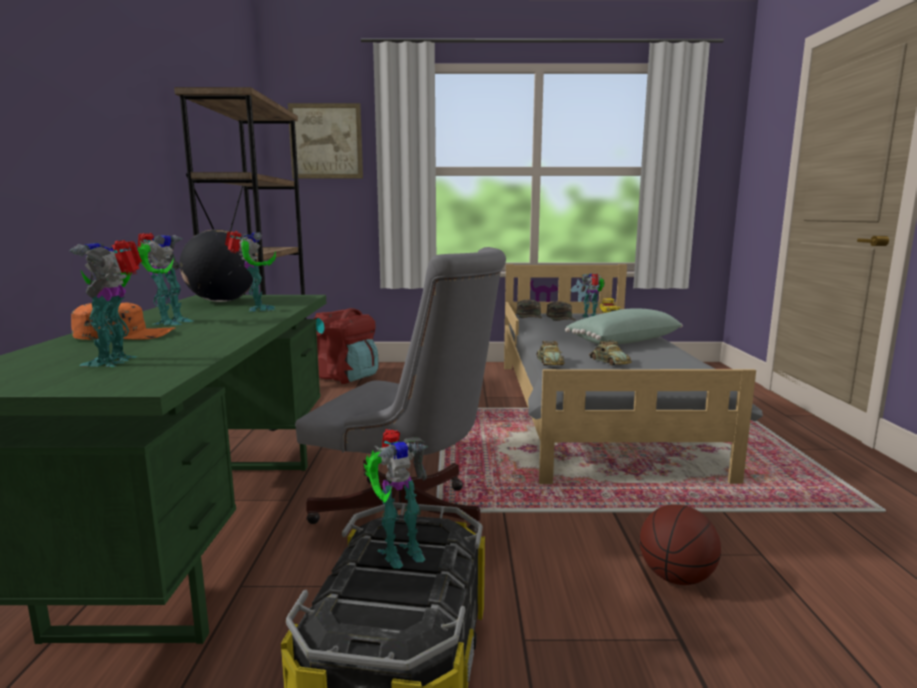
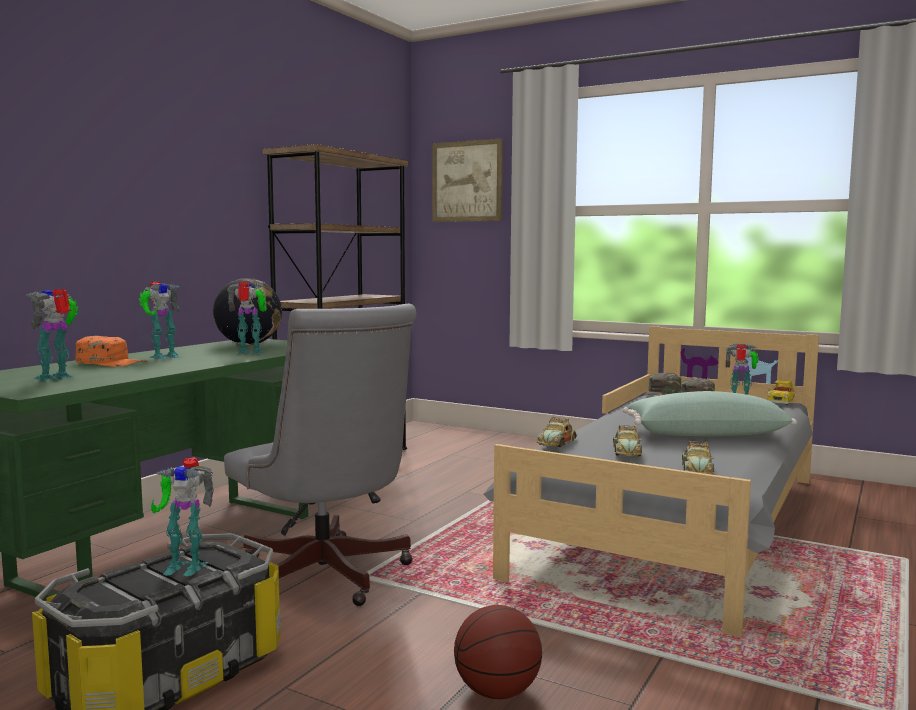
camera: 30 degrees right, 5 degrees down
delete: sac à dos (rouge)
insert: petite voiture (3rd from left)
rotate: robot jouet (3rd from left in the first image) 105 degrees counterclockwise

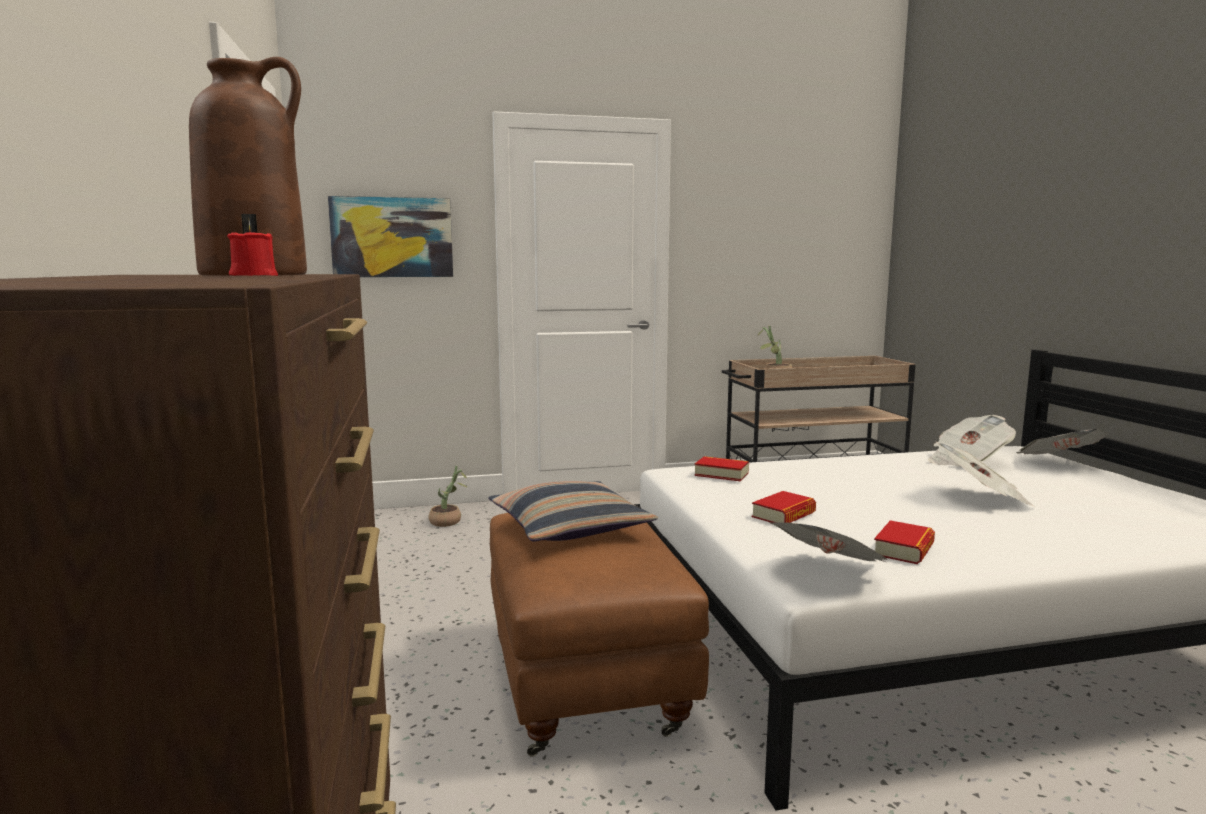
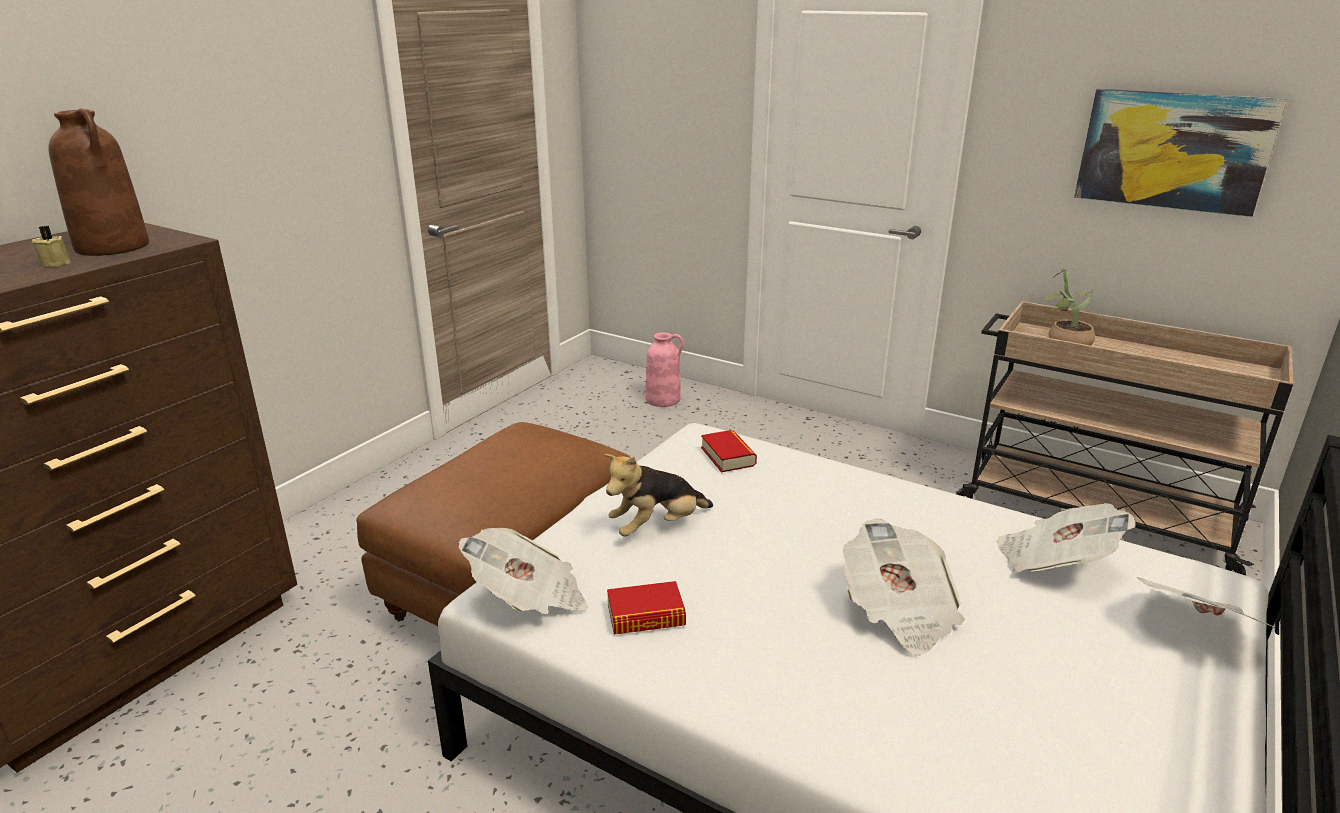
camera: 45 degrees right, 15 degrees up
delete: coussin
move: tableau
replace: plante en pot (1st from left) to vase (rose); livre (2nd from left) to peluche
recolor: bougie (rouge) to bougie (beige)

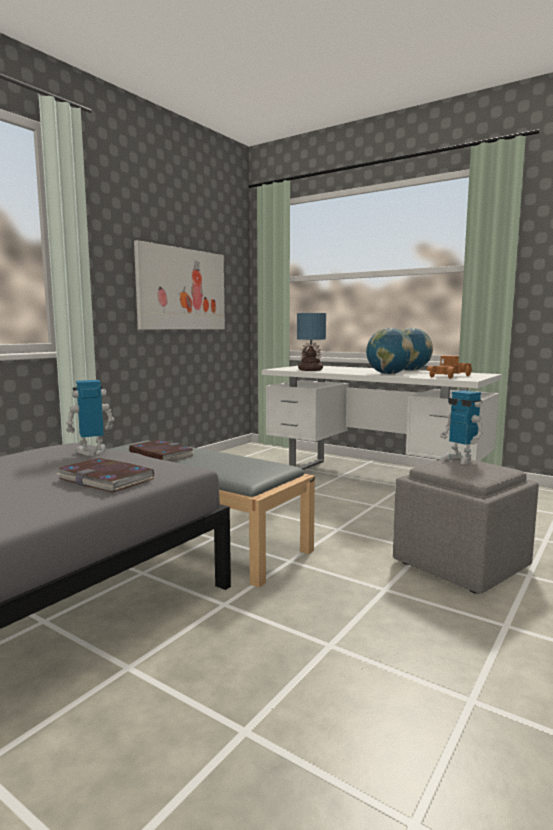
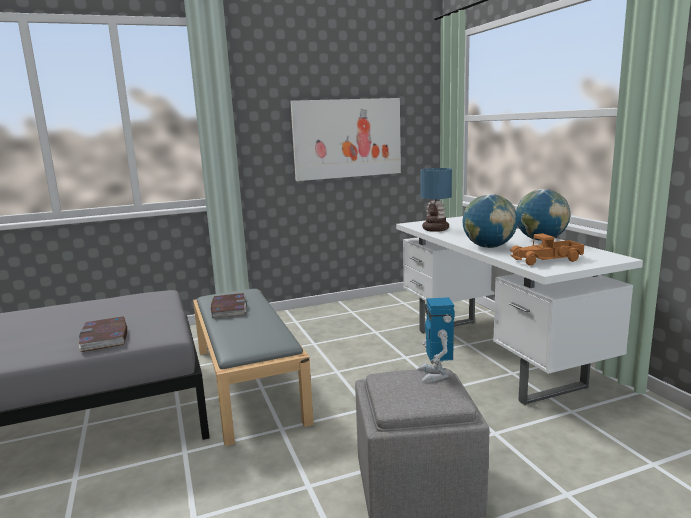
camera: 35 degrees right, 5 degrees up
delete: robot jouet (1st from left)

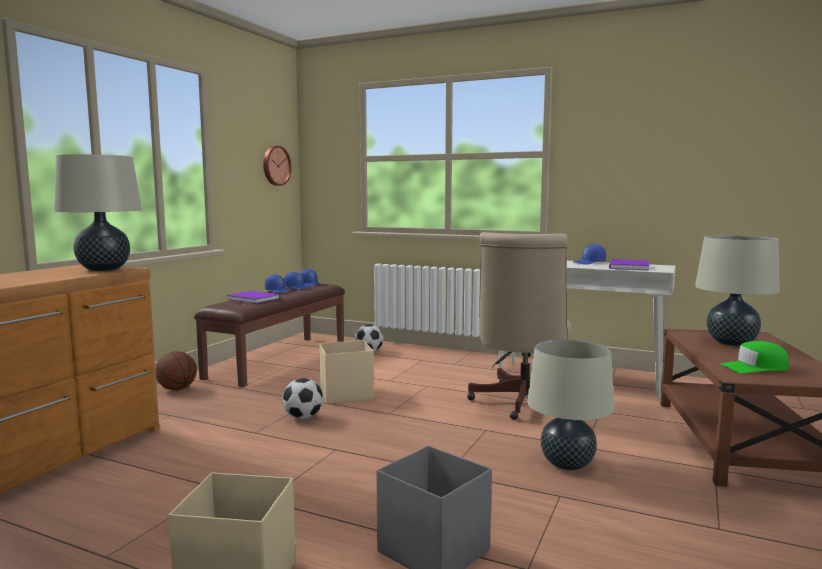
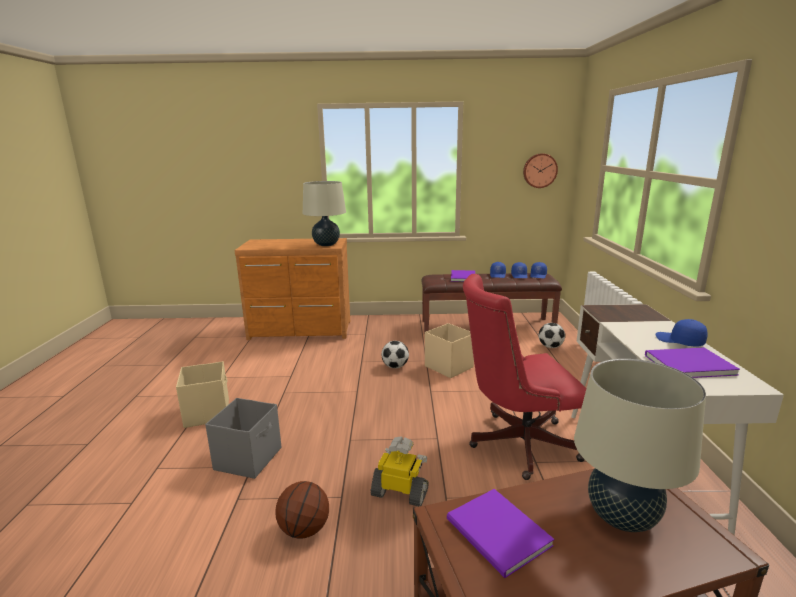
camera: 65 degrees right, 10 degrees up
move: ballon de basket
replace: lampe de table (beige) (2nd from left) to robot jouet; casquette (vert) to livre (violet) (2nd from left)
recolor: chaise de bureau (beige) to chaise de bureau (rouge)

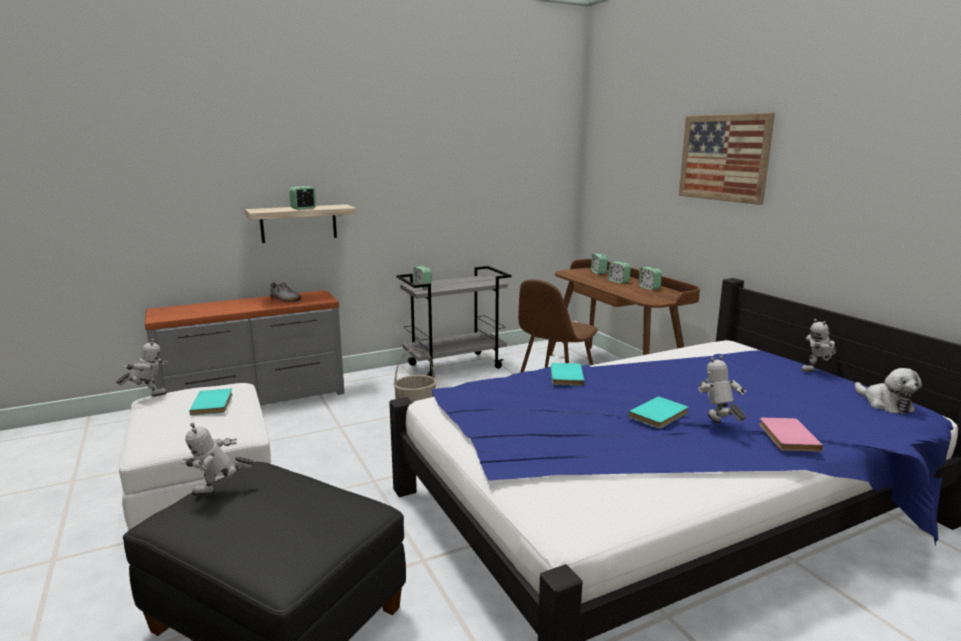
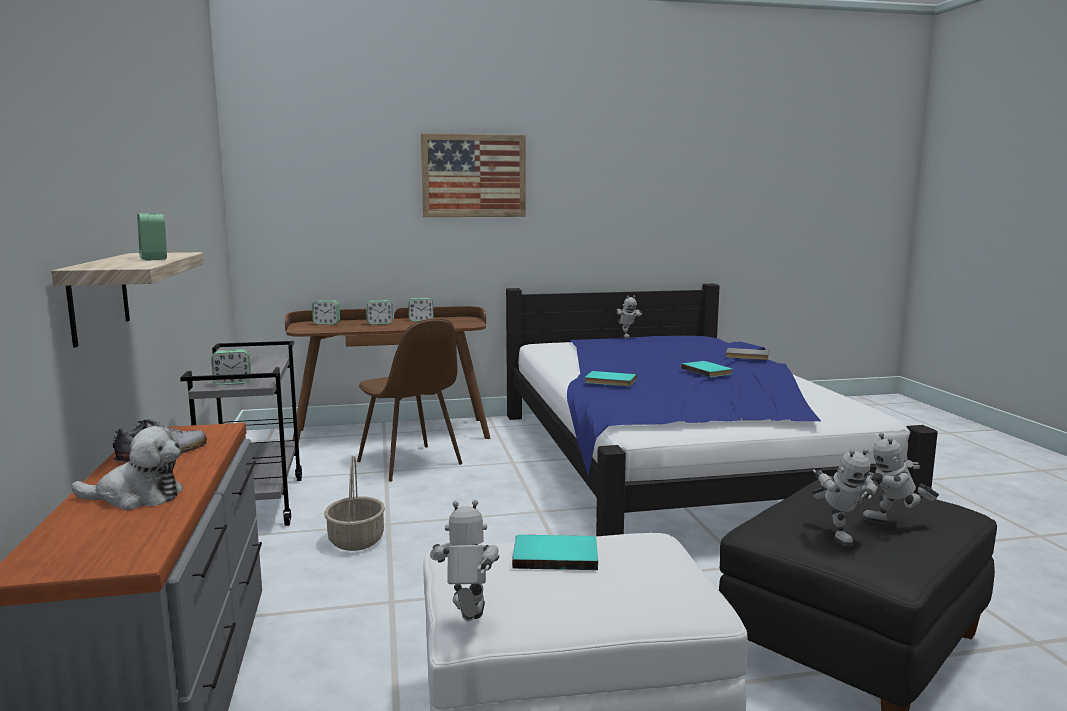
camera: 75 degrees left, 5 degrees down
move: robot jouet (3rd from left in the first image) to robot jouet (4th from left); peluche
recolor: livre (rose) to livre (gris)

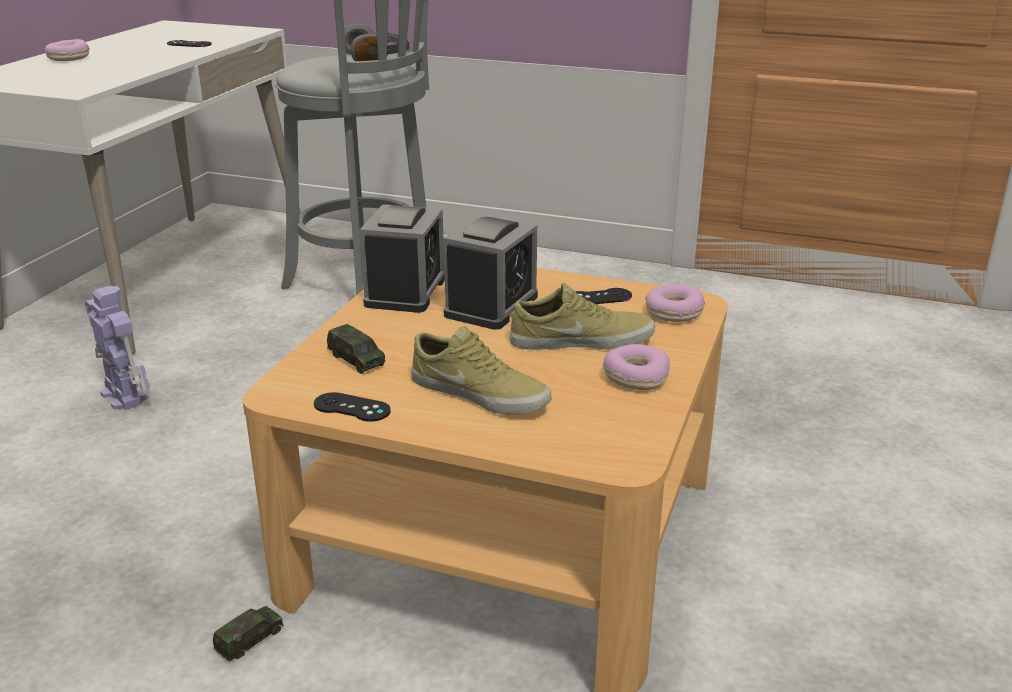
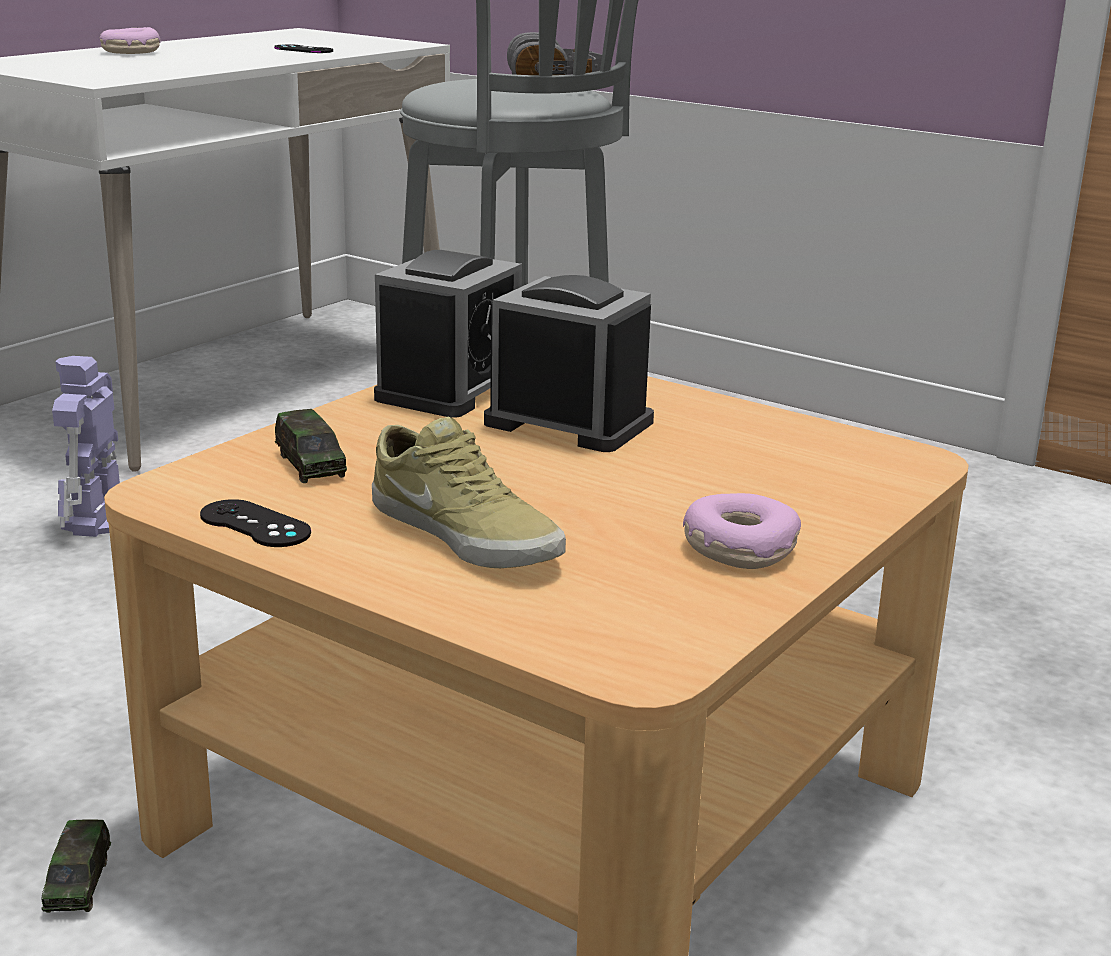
camera: 15 degrees right, 5 degrees down
delete: chaussure (beige) (2nd from left); beignet (3rd from left); manette (noir) (3rd from left)
rotate: réveil (2nd from left) 105 degrees counterclockwise; robot jouet 150 degrees counterclockwise; petite voiture (1st from left) 120 degrees clockwise

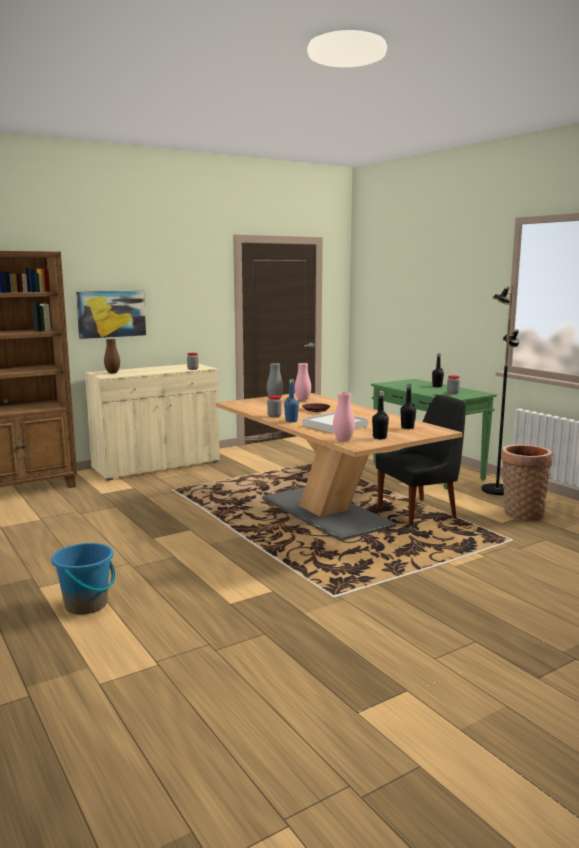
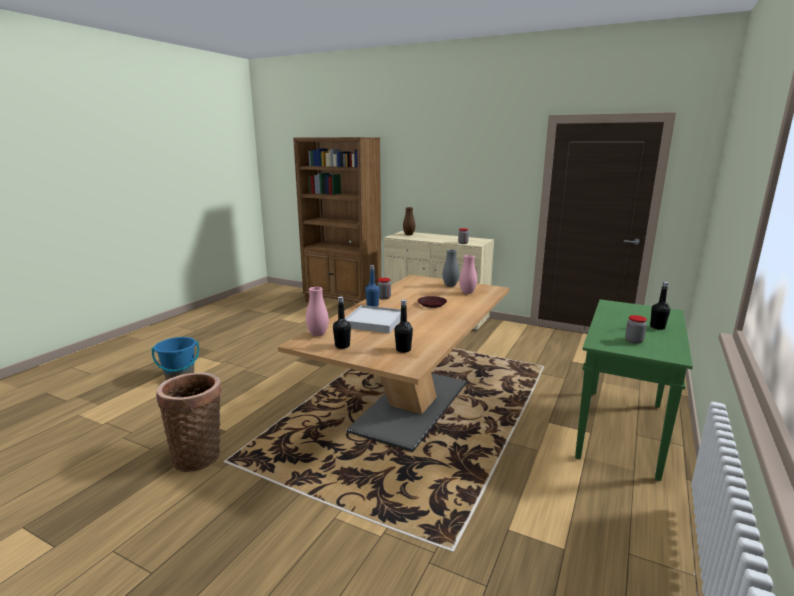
camera: 60 degrees right, 5 degrees up
delete: lampadaire (noir); tableau; chaise (noir)
move: panier

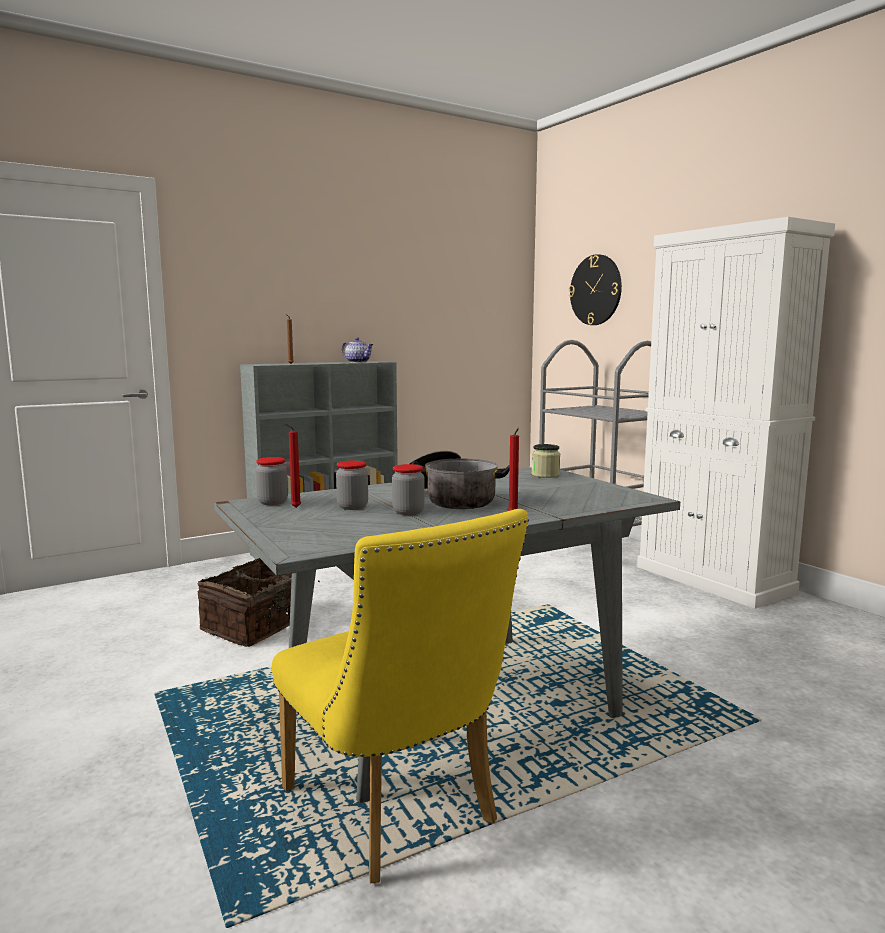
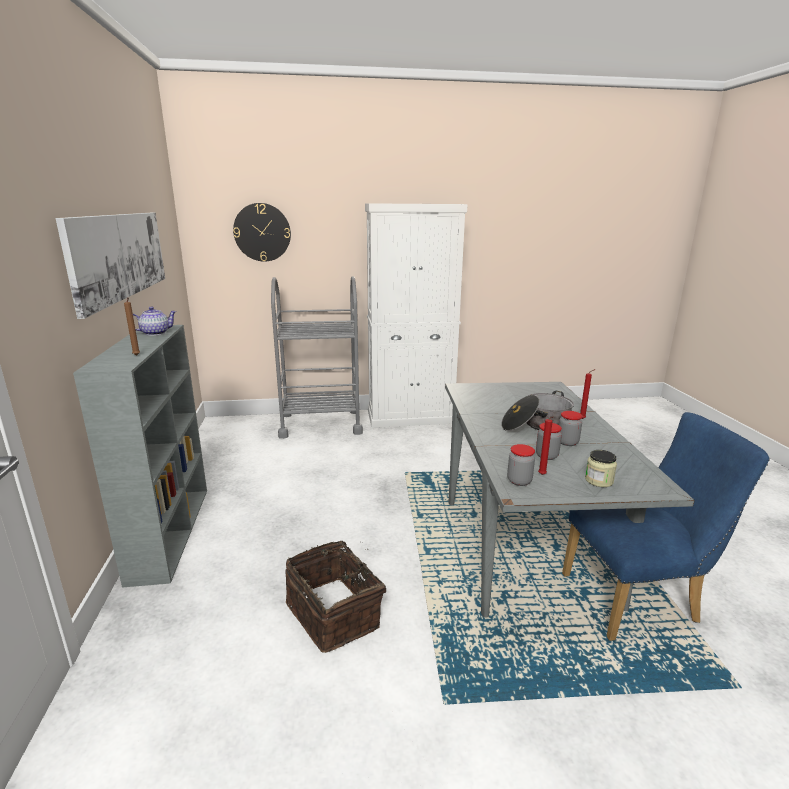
camera: 65 degrees left, 10 degrees up
insert: tableau
move: bocal (4th from left)
recolor: chaise (jaune) to chaise (bleu)

